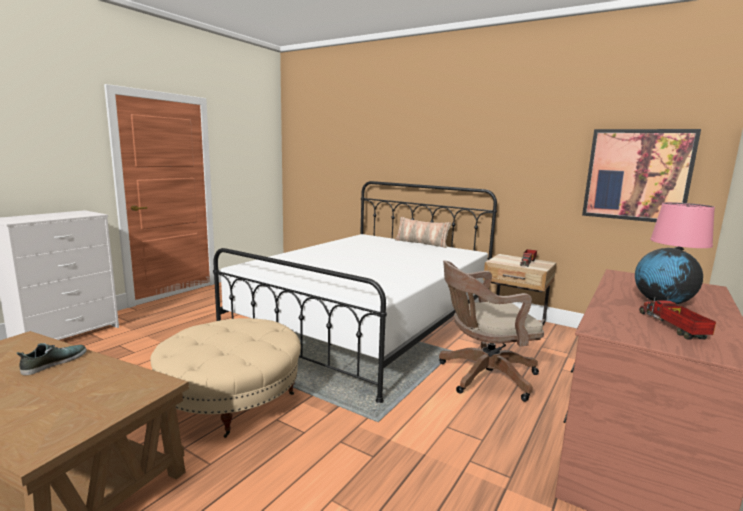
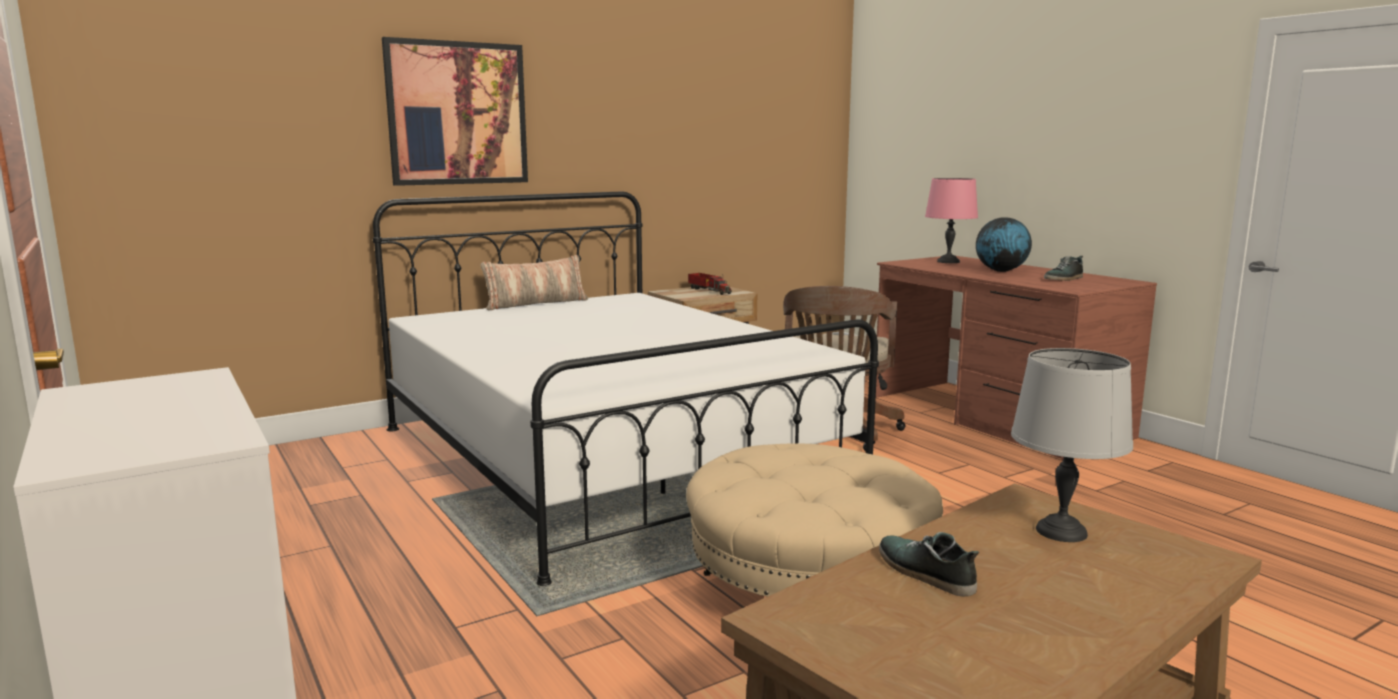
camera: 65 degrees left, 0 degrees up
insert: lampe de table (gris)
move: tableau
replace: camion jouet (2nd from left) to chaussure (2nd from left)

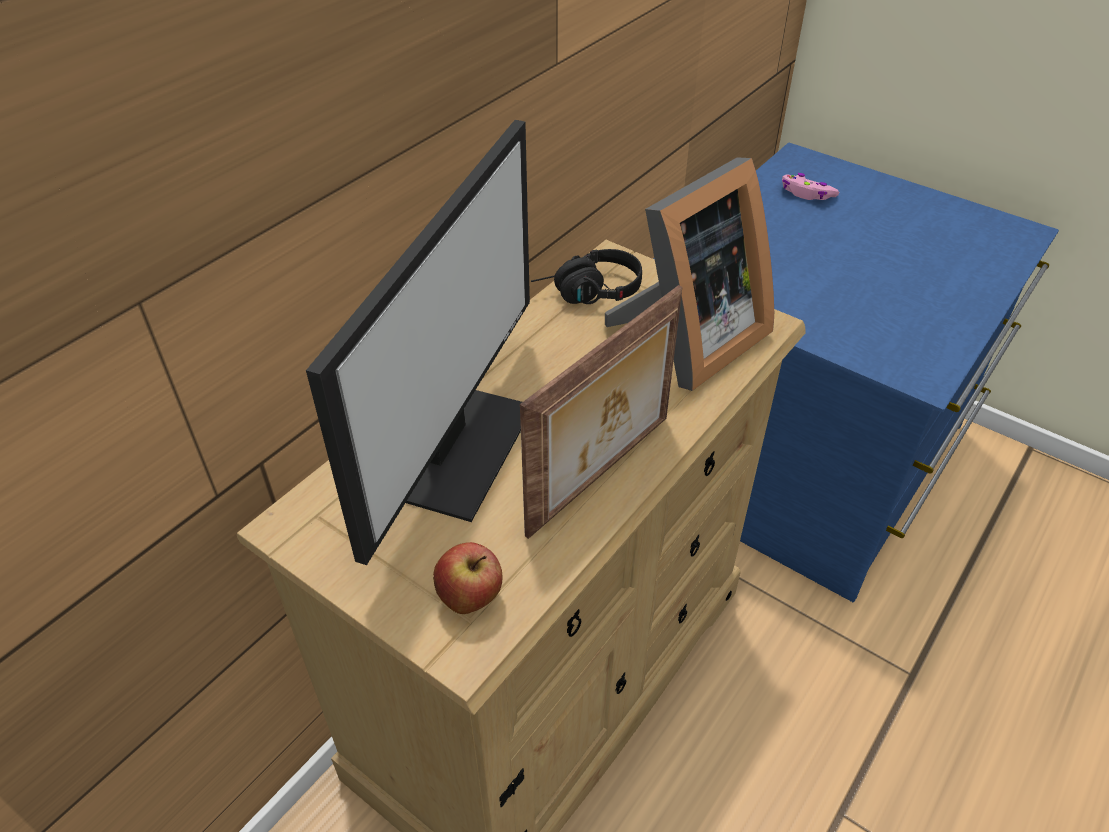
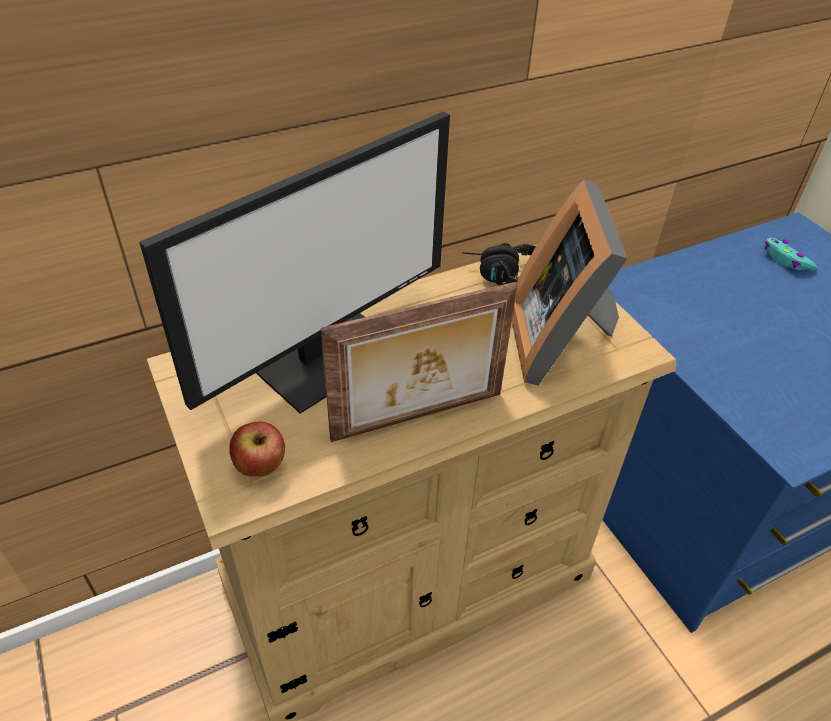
camera: 25 degrees right, 0 degrees up
recolor: manette (rose) to manette (turquoise)
rotate: cadre photo (2nd from left) 105 degrees clockwise

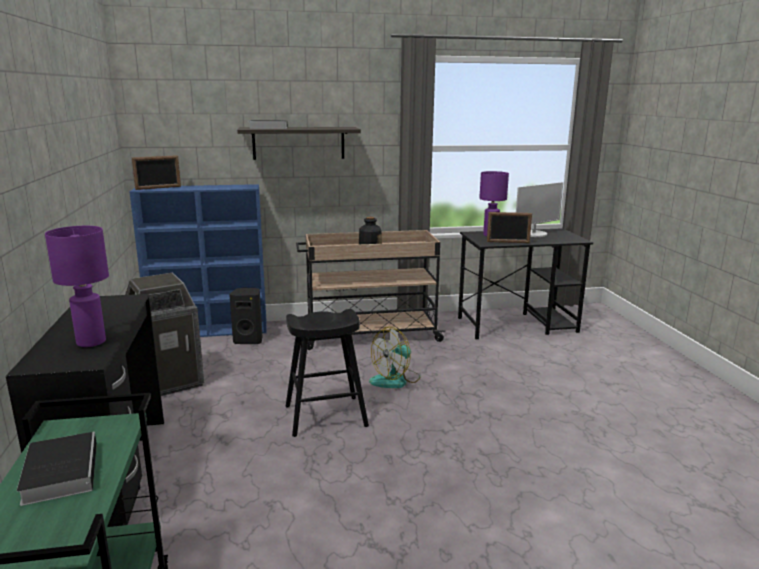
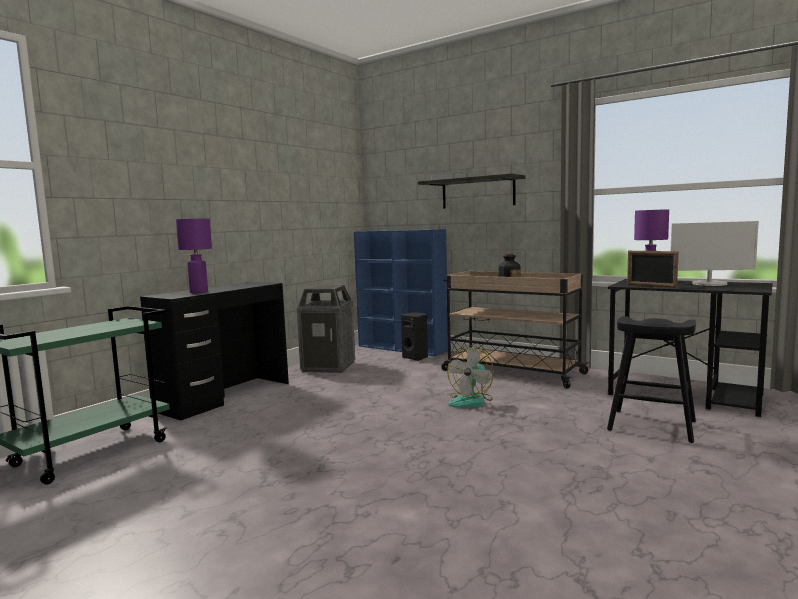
camera: 45 degrees right, 10 degrees down
delete: cadre photo (1st from left); livre (1st from left)
move: tabouret (noir)
rotate: ventilateur 60 degrees counterclockwise

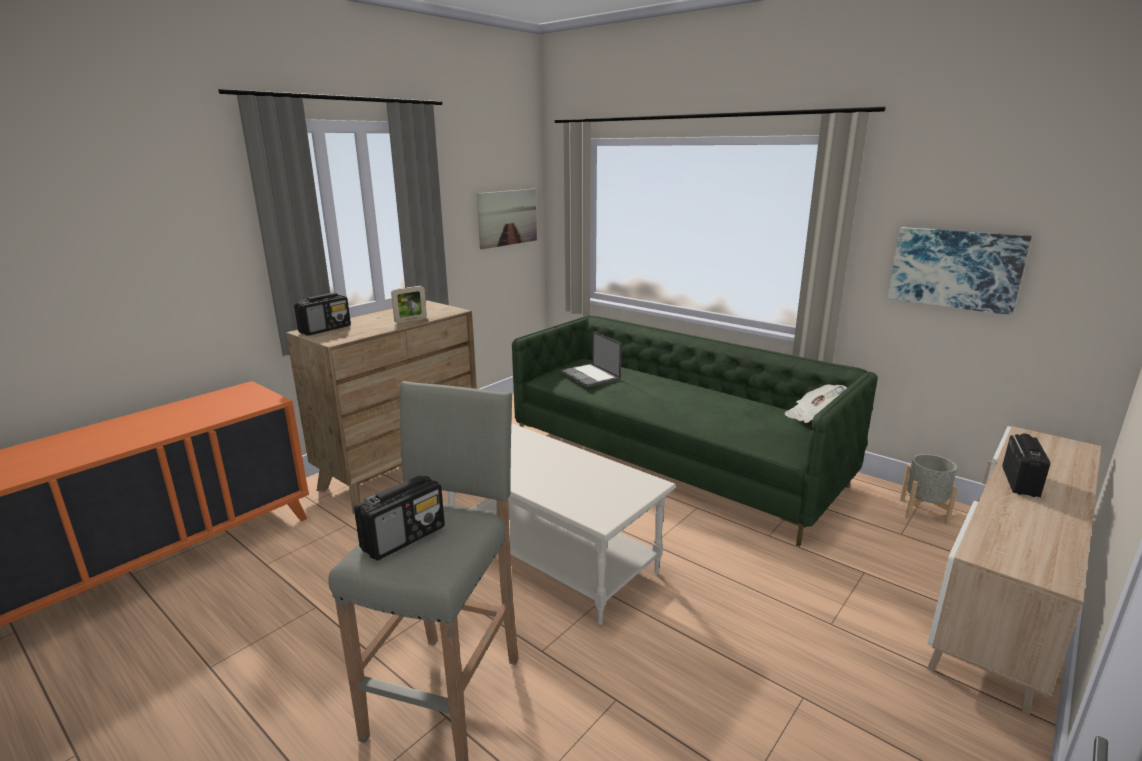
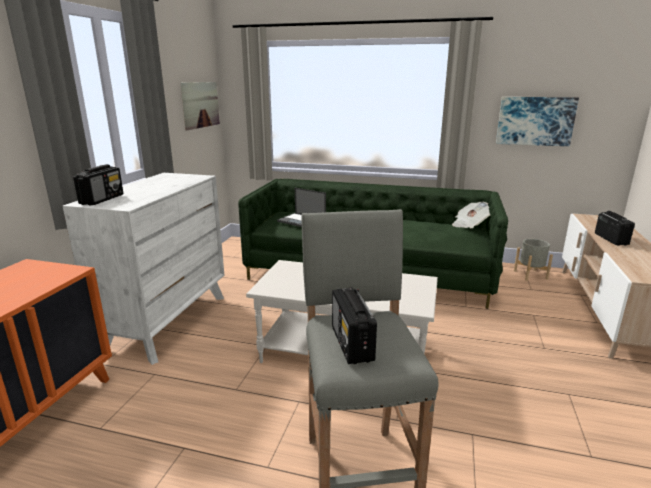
camera: 25 degrees left, 0 degrees up
delete: cadre photo
recolor: commode (marron) to commode (blanc)
rotate: radio (2nd from left) 150 degrees clockwise

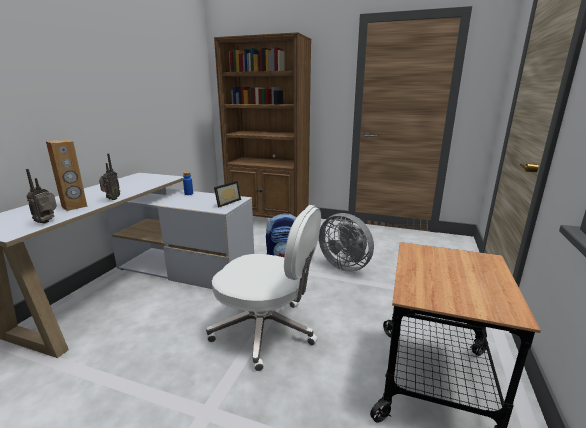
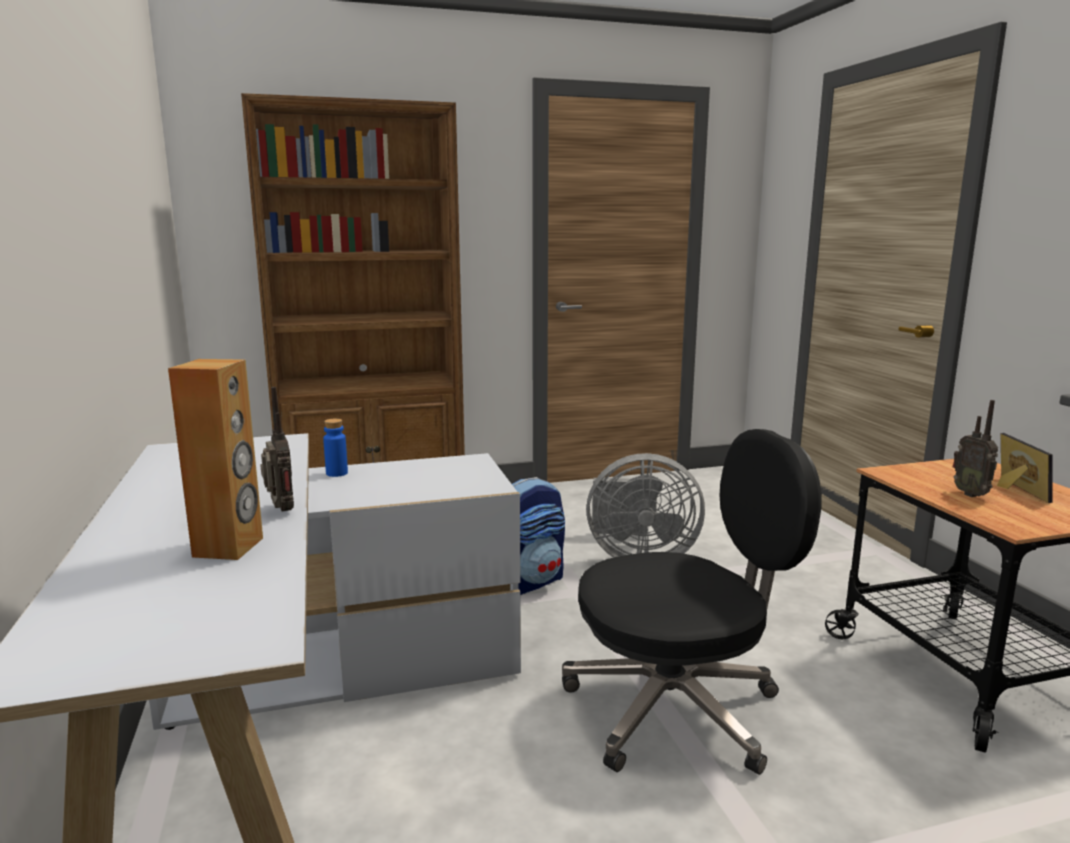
camera: 35 degrees left, 5 degrees down
move: radio (1st from left in the first image) to radio (2nd from left); cadre photo
recolor: chaise de bureau (blanc) to chaise de bureau (noir)

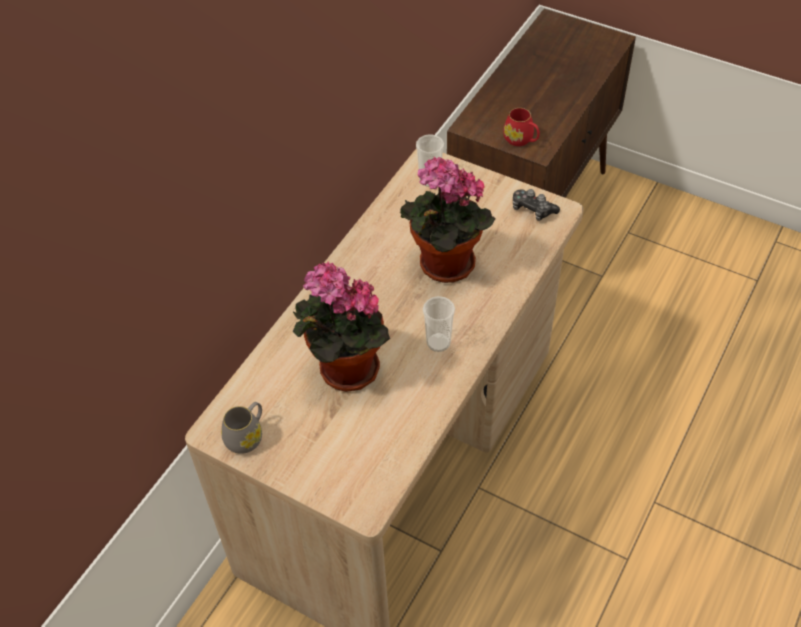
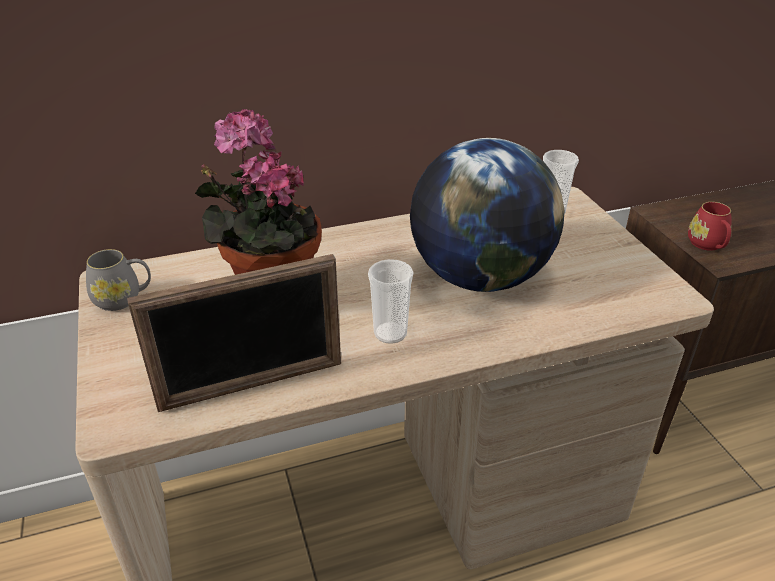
camera: 40 degrees right, 15 degrees down
delete: manette
insert: cadre photo
replace: plante en pot (2nd from left) to globe

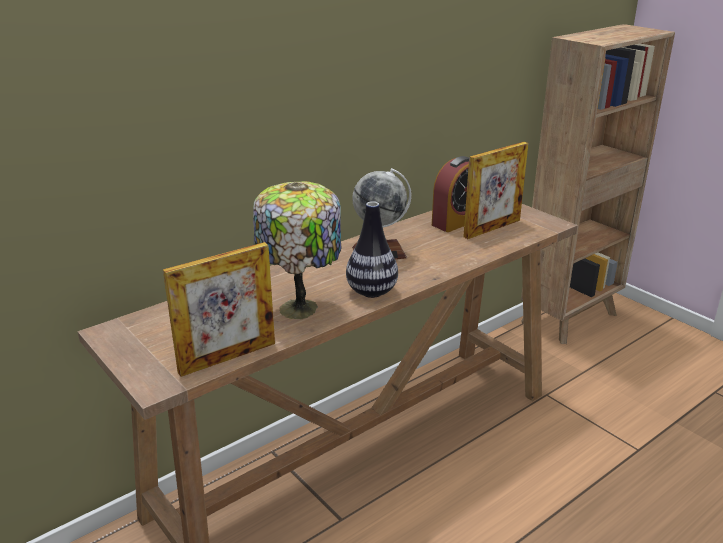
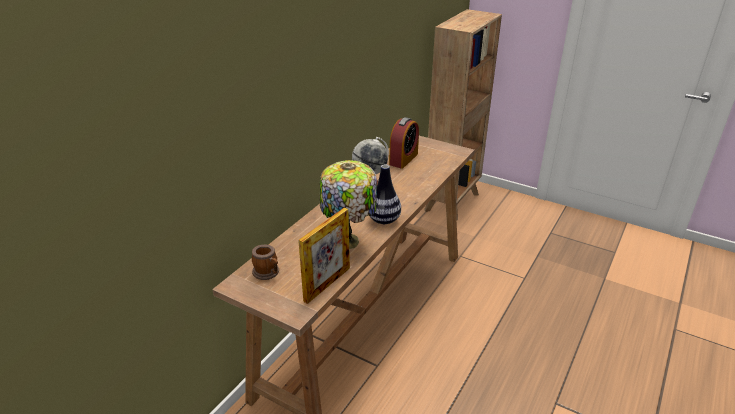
camera: 20 degrees left, 5 degrees up
delete: cadre photo (2nd from left)
insert: mug

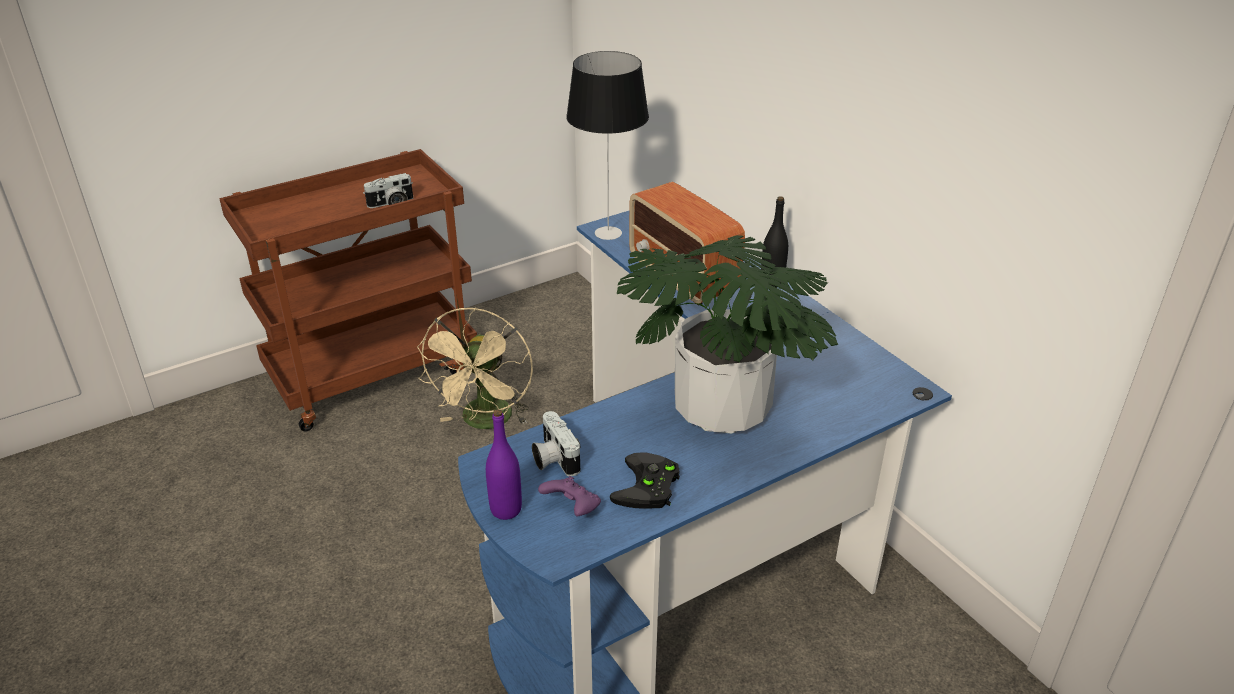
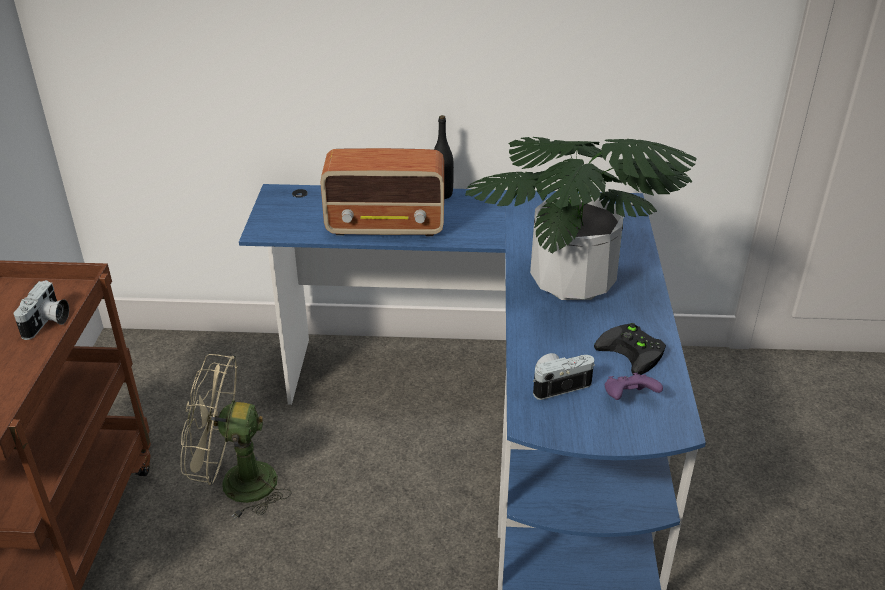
camera: 55 degrees left, 0 degrees up
delete: lampe de table; bouteille (violet)
rotate: ventilateur (beige) 135 degrees clockwise; appareil photo (2nd from left) 150 degrees clockwise

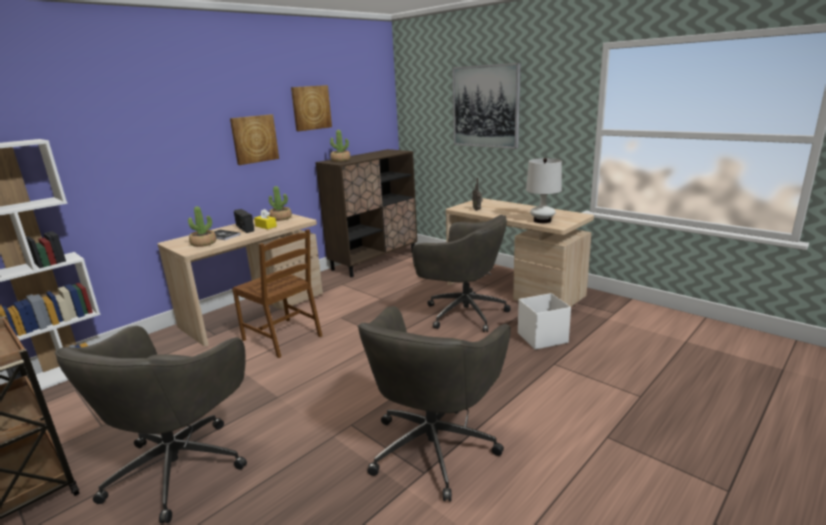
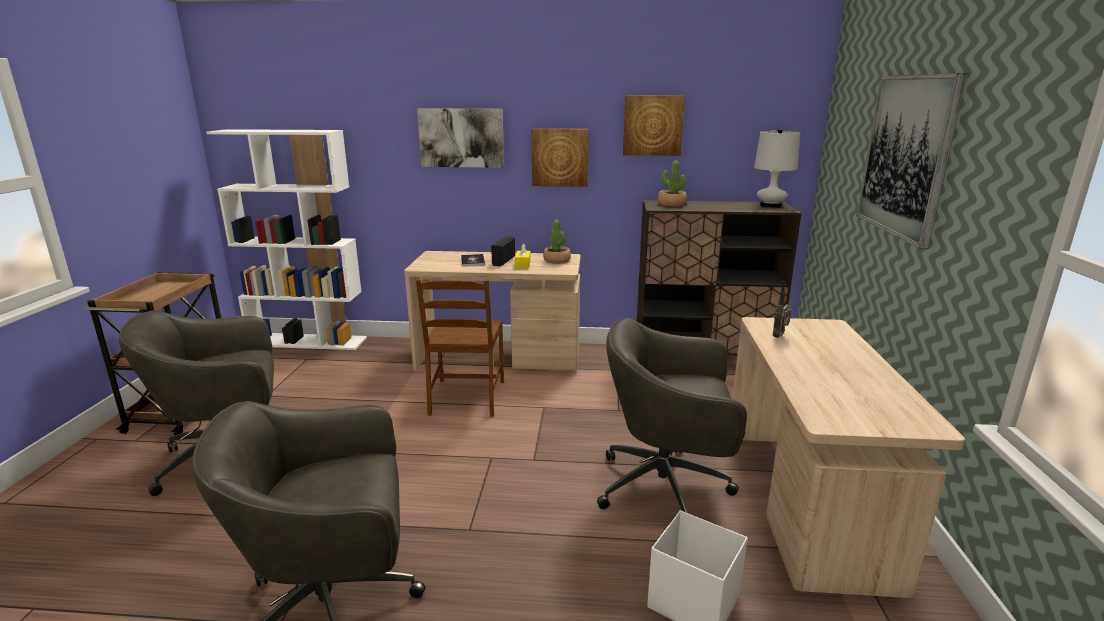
camera: 50 degrees right, 0 degrees up
delete: plante en pot (1st from left)
insert: tableau (1st from left)
move: lampe de table (blanc)
rotate: chaise de bureau (gris) (3rd from left) 105 degrees clockwise

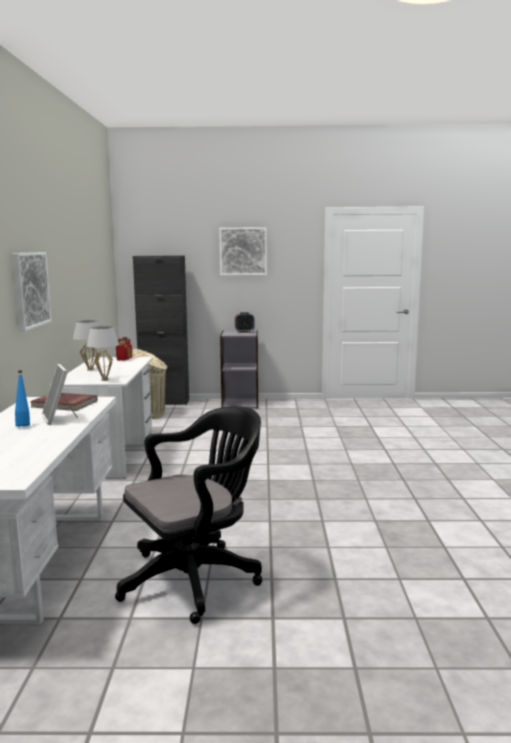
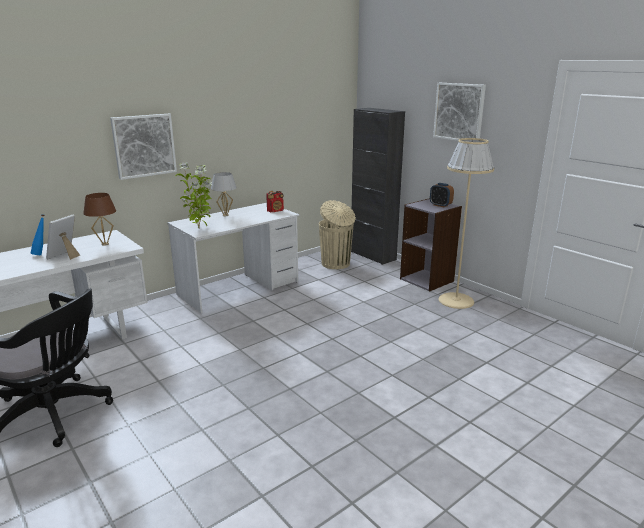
camera: 50 degrees right, 10 degrees up
insert: lampadaire (beige)
replace: lampe de table (blanc) (2nd from left) to plante en pot; livre (rouge) to lampe de table (marron)

